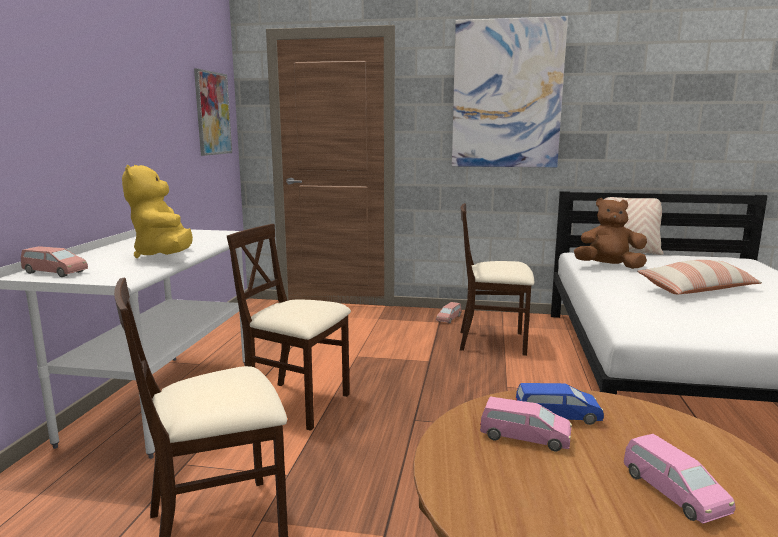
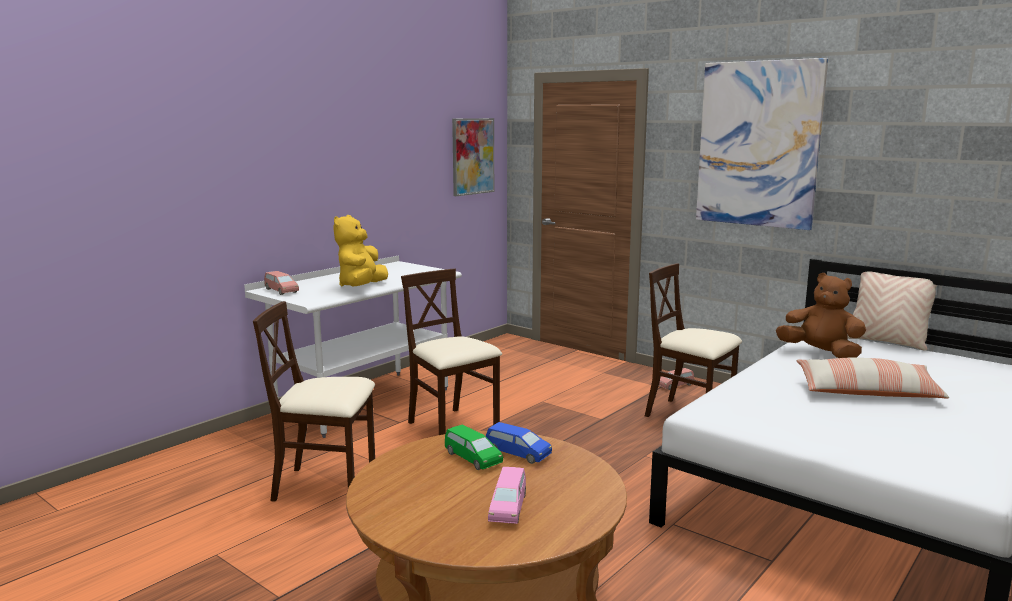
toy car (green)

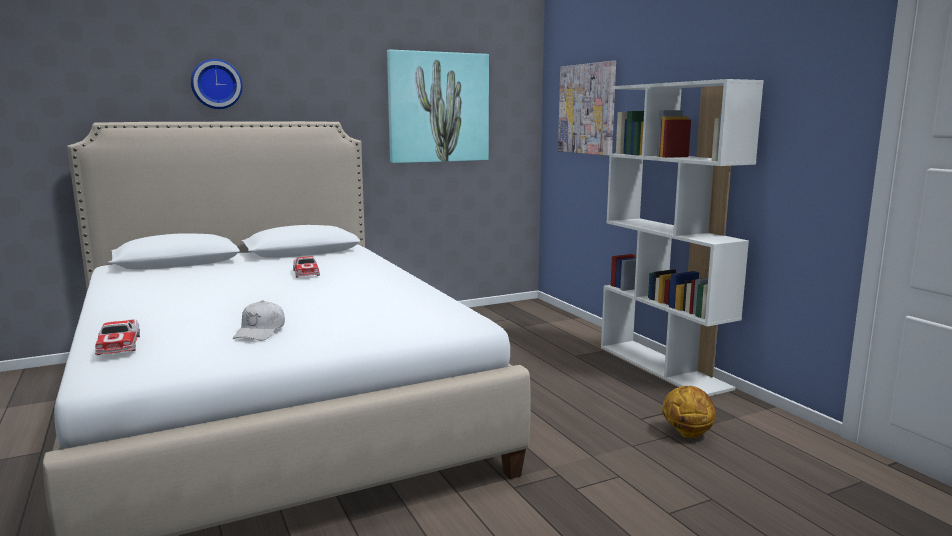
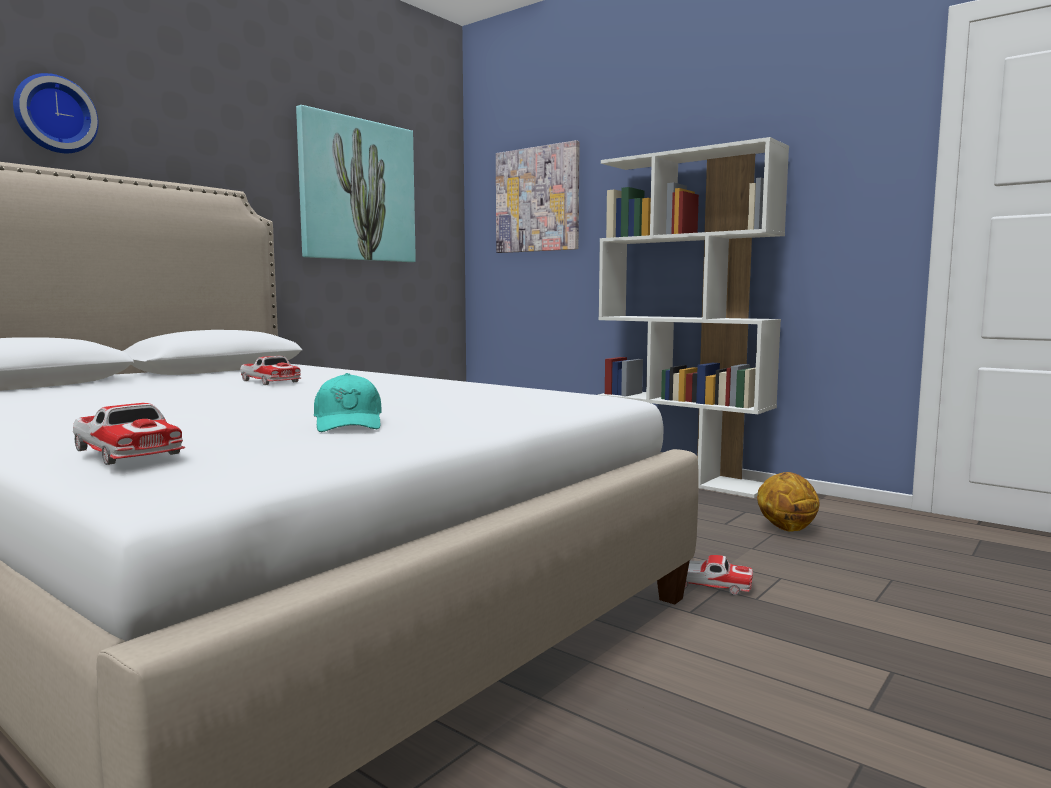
toy car (no. 3 from left)
cap (turquoise)

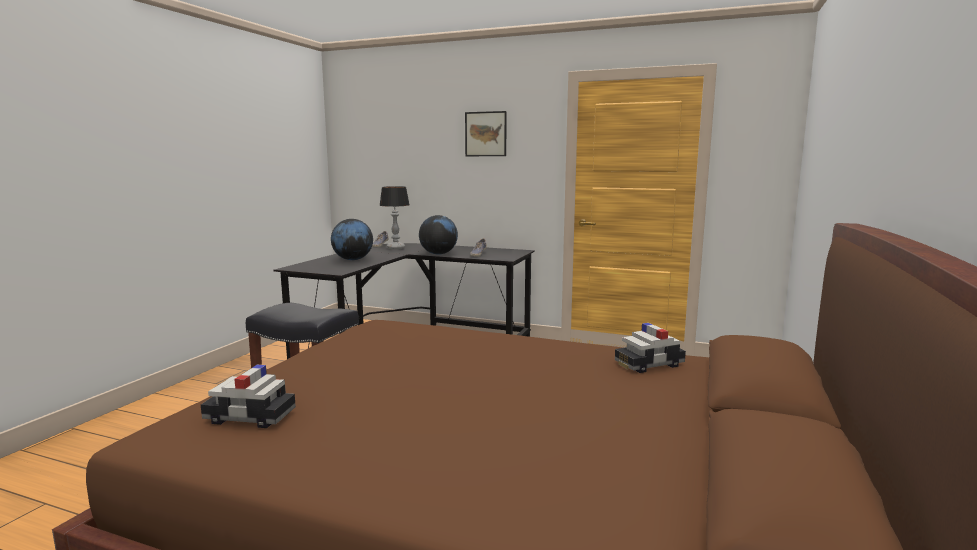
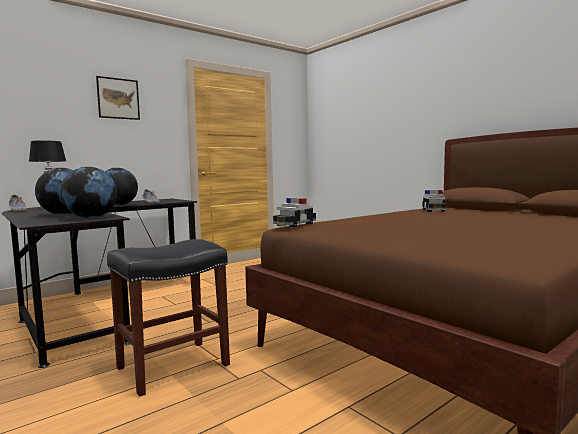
globe (no. 2 from left)
toy car (no. 1 from left)

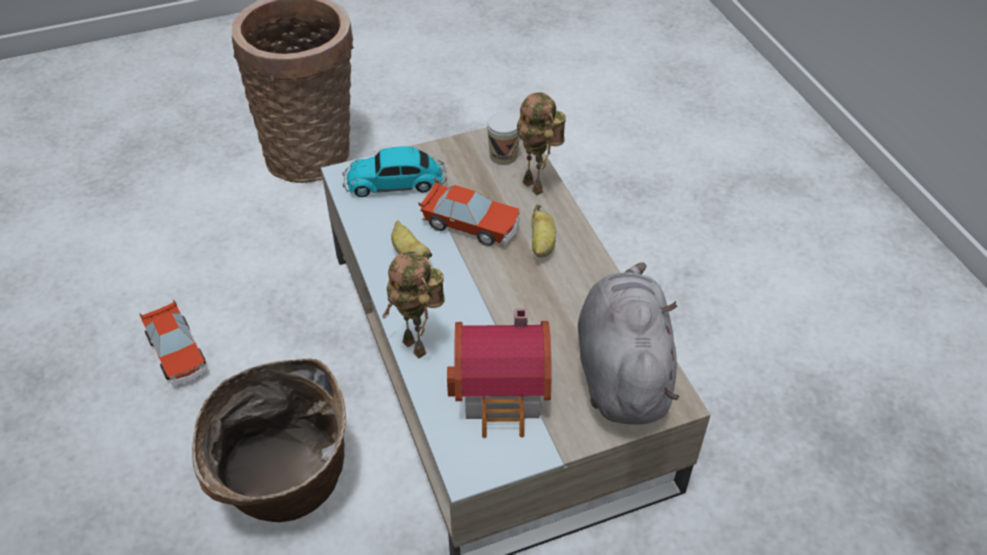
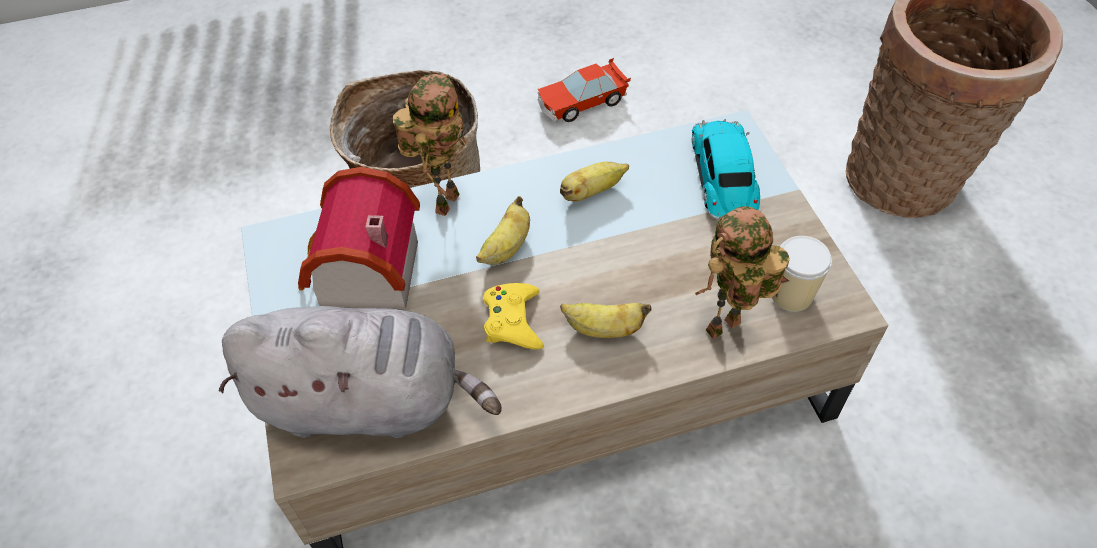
toy car (no. 3 from left in the first image)
banana (no. 1 from left)
game controller (yellow)
toy robot (no. 1 from left)

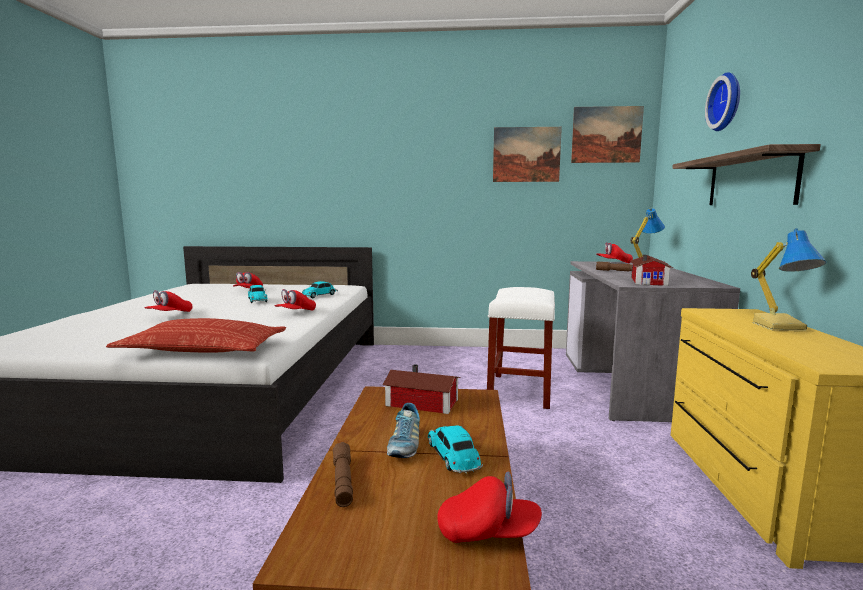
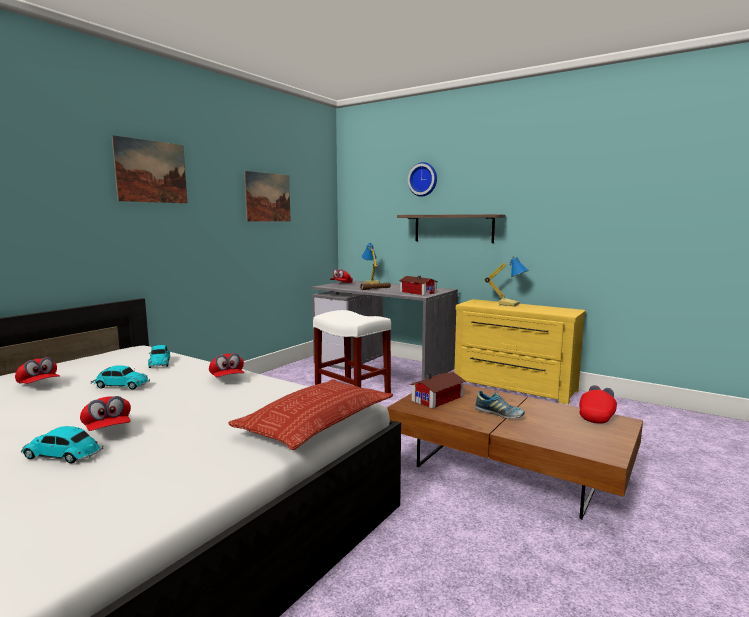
flashlight (brown) (no. 1 from left in the first image)
toy car (no. 1 from left)
picture (no. 1 from left)

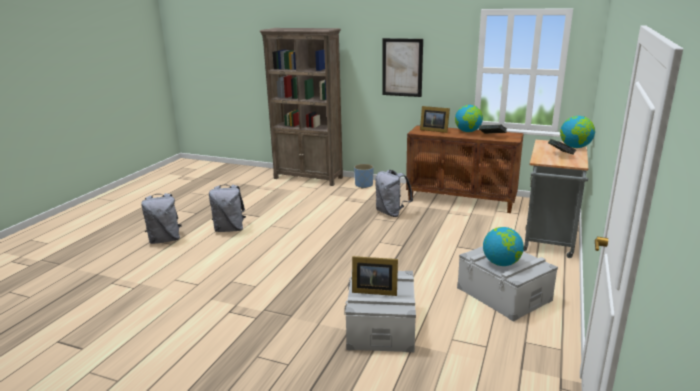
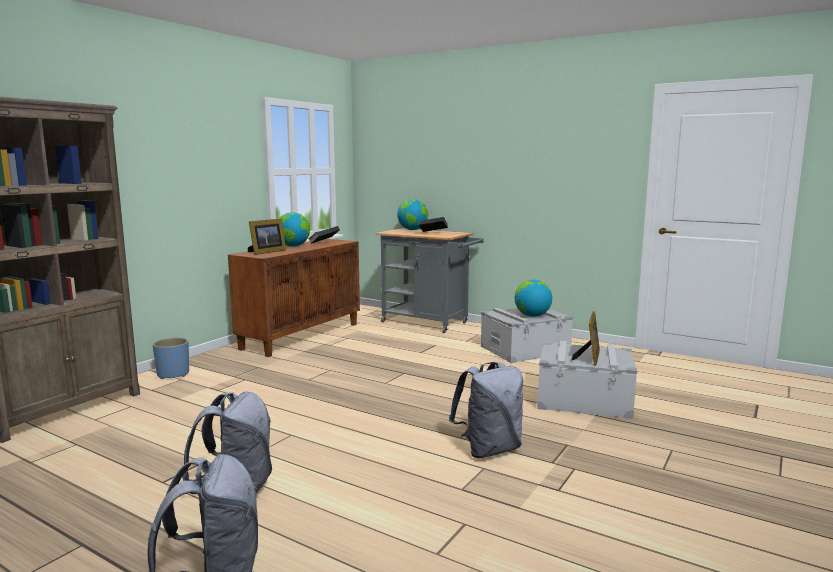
picture
backpack (grey) (no. 3 from left)

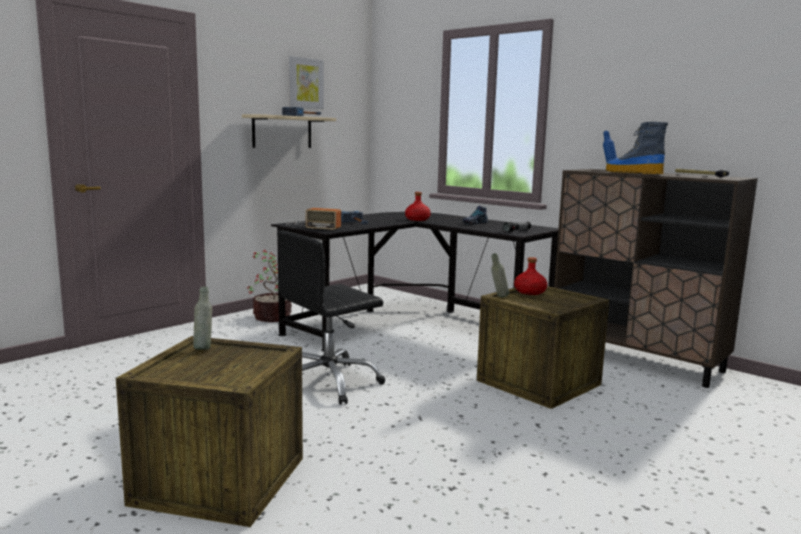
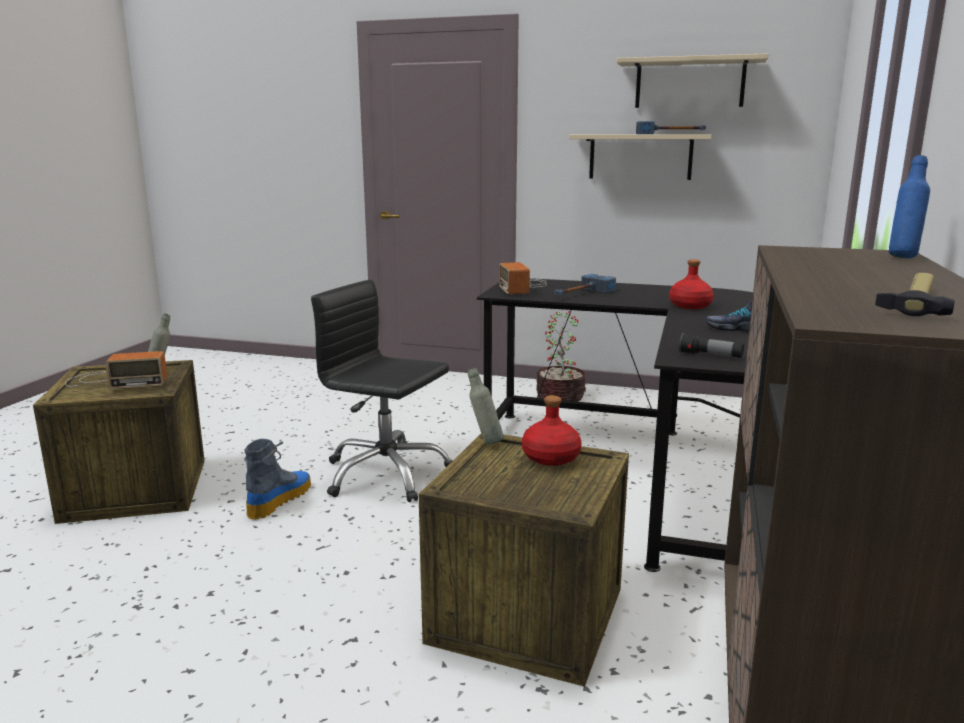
radio (no. 1 from left)
boot
shelf (beige) (no. 2 from left)

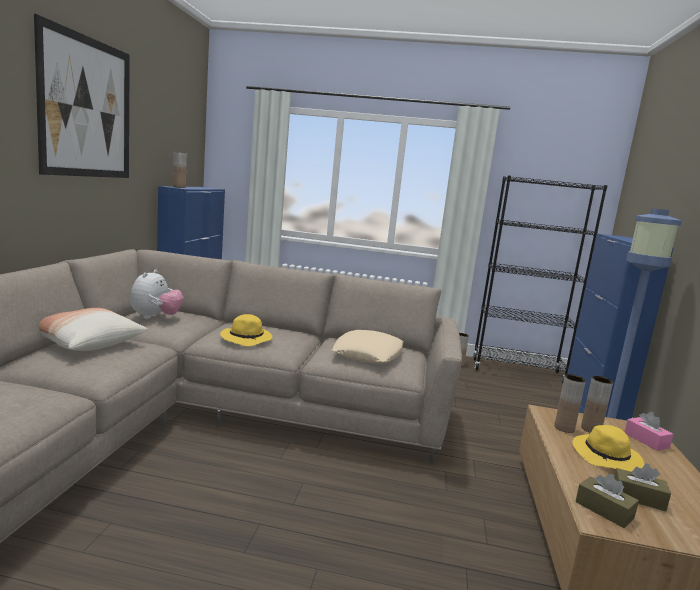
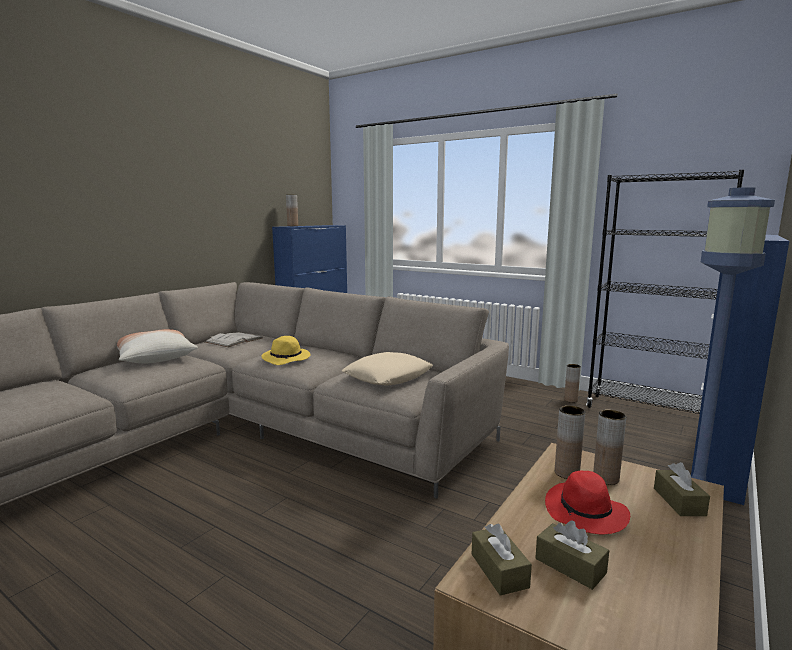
picture
book (white)
hat (red)
tissue box (brown) (no. 3 from left)

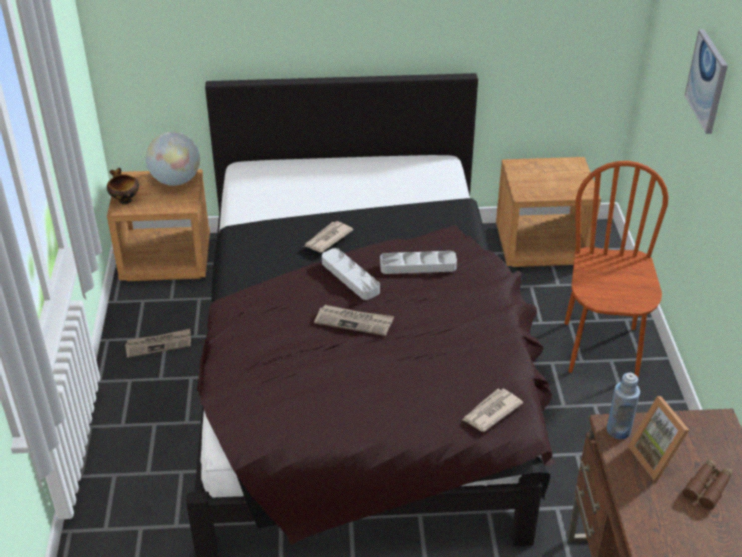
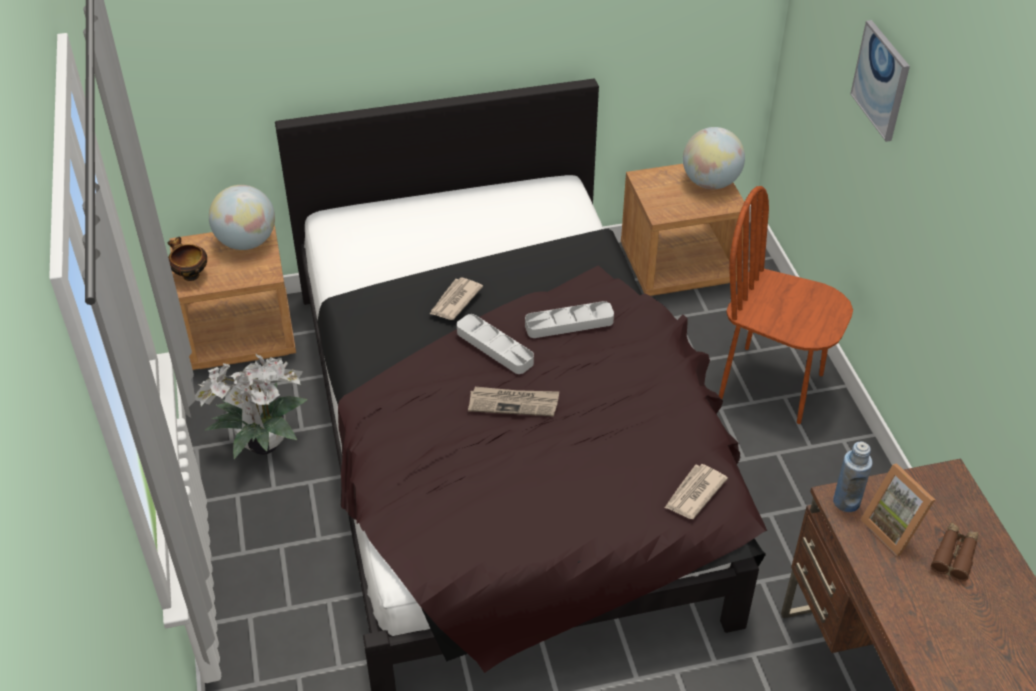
globe (no. 2 from left)
potted plant
chair (brown)

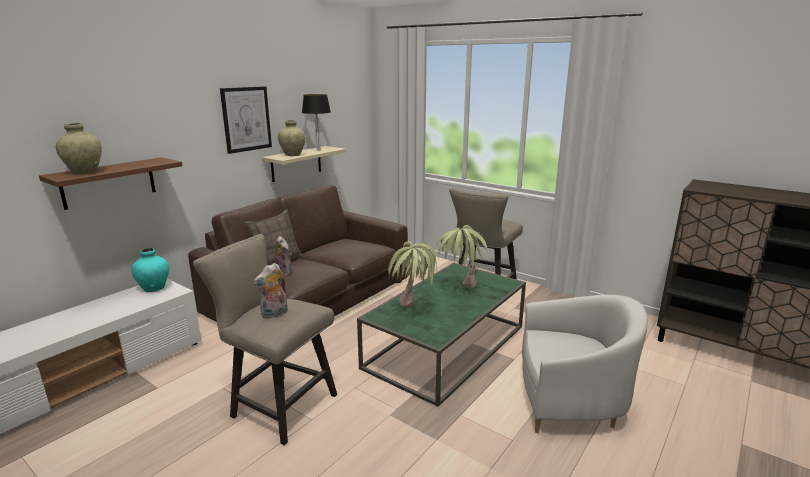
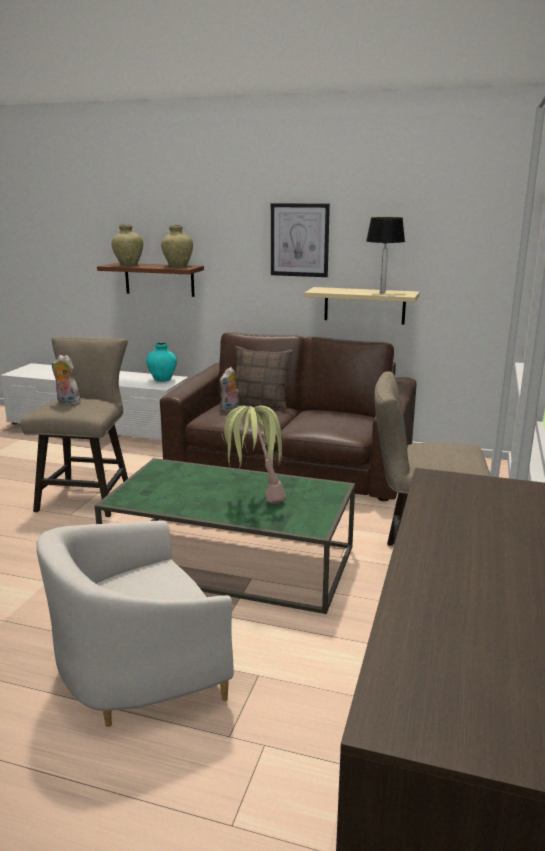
potted plant (no. 1 from left in the first image)
vase (beige) (no. 2 from left)
armchair (white)

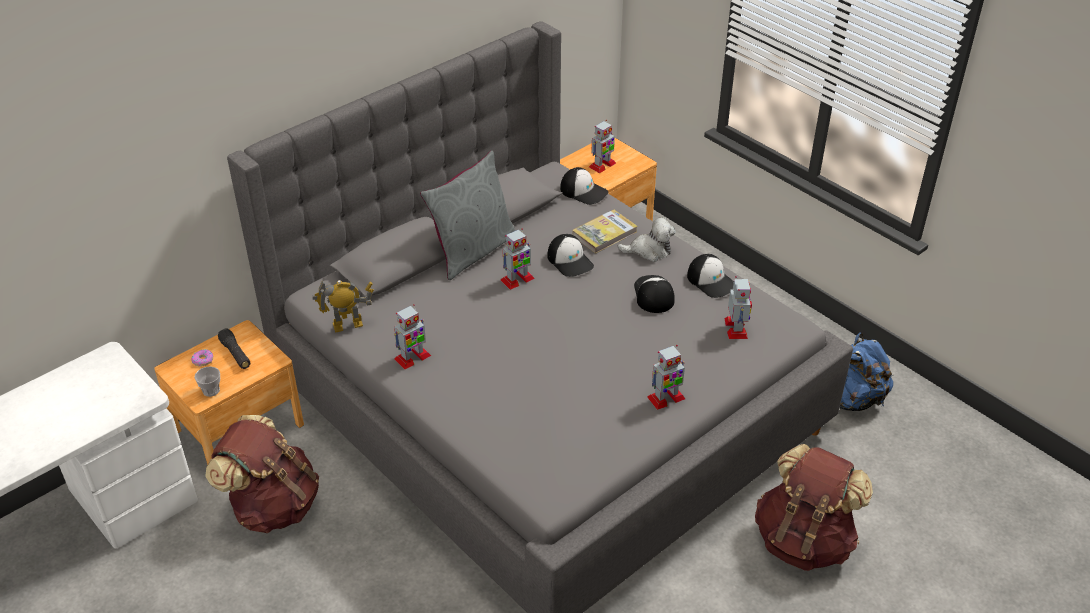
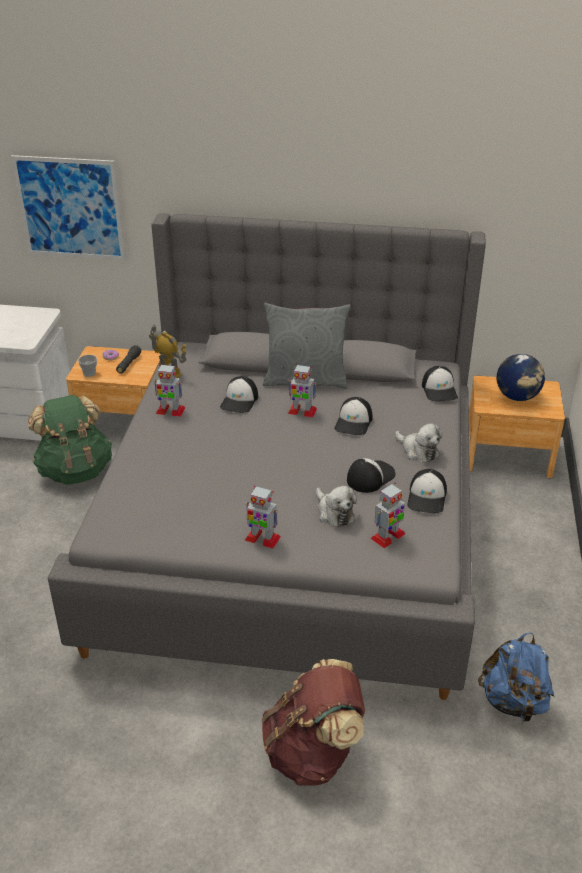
book
picture
cap (no. 1 from left)
plush toy (no. 1 from left)
globe
backpack (green)

